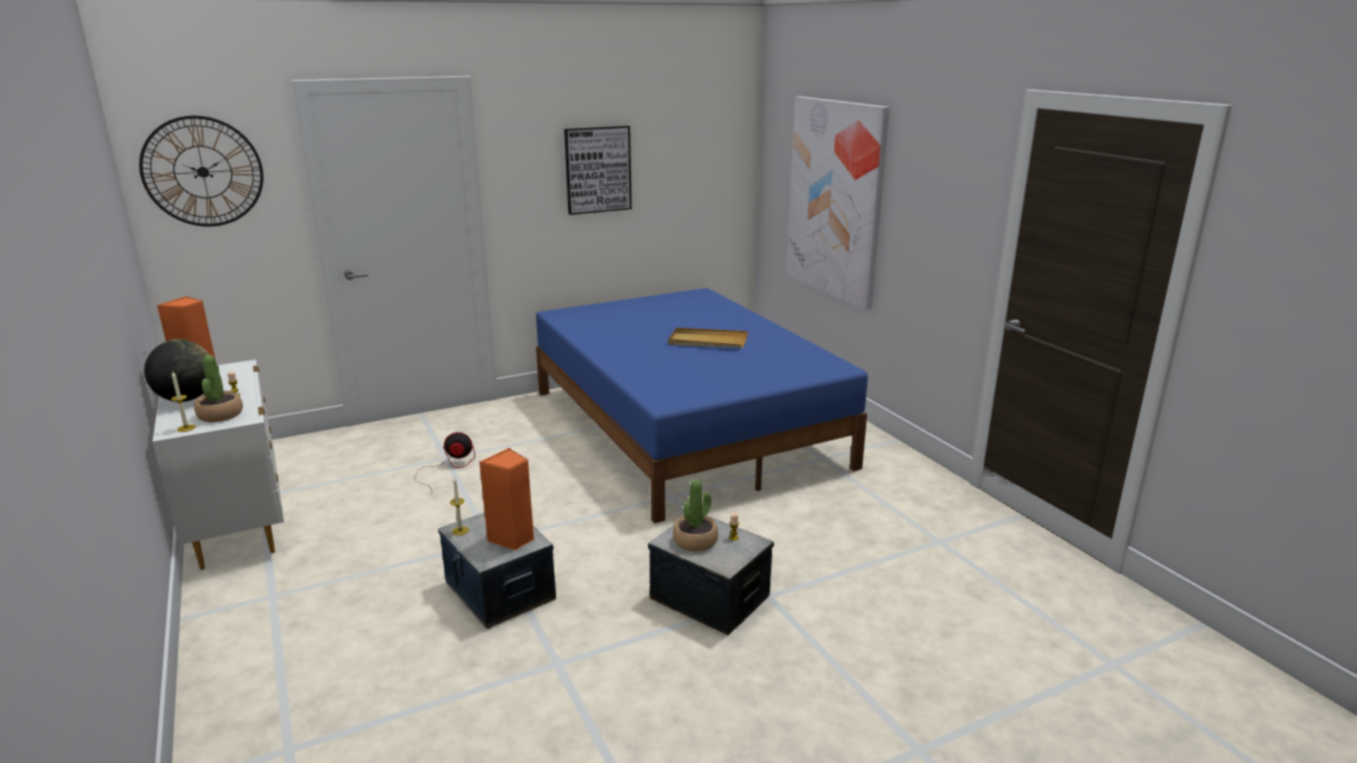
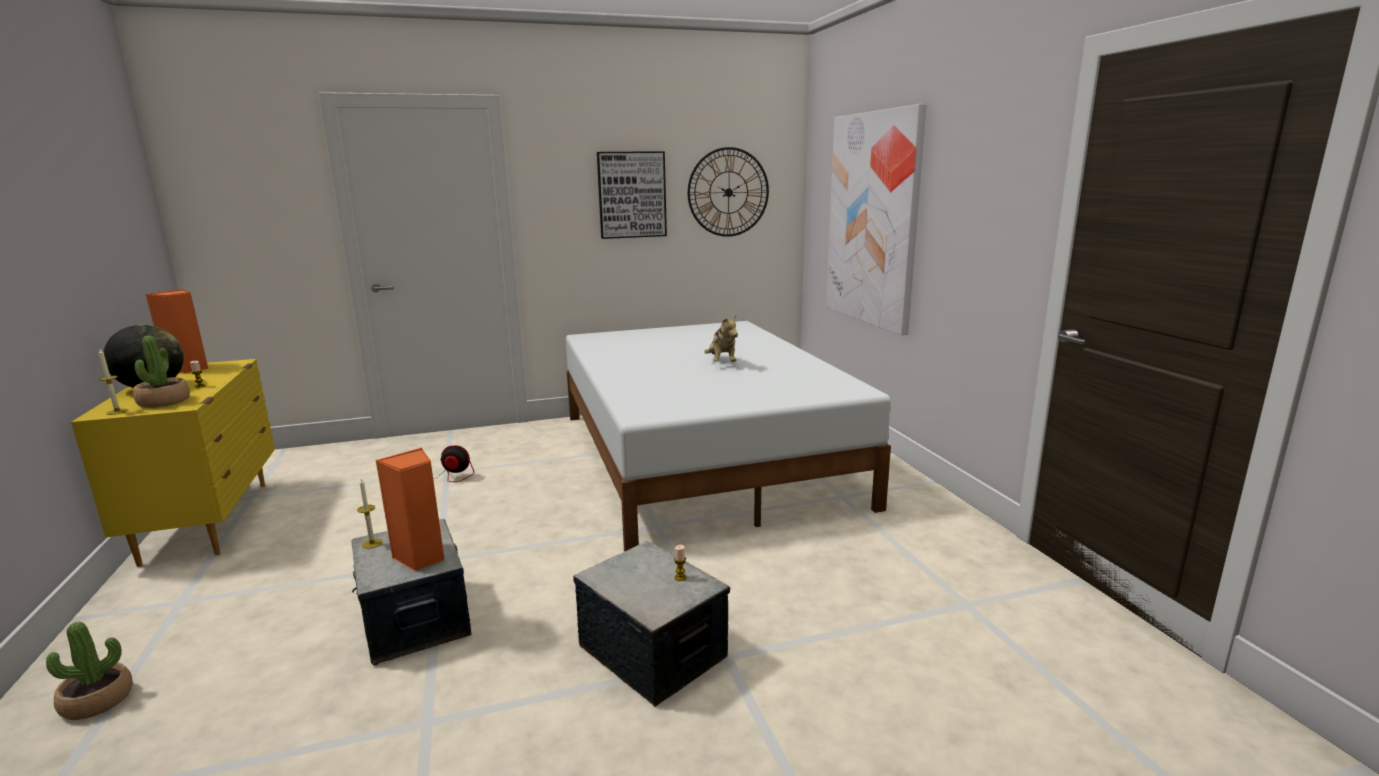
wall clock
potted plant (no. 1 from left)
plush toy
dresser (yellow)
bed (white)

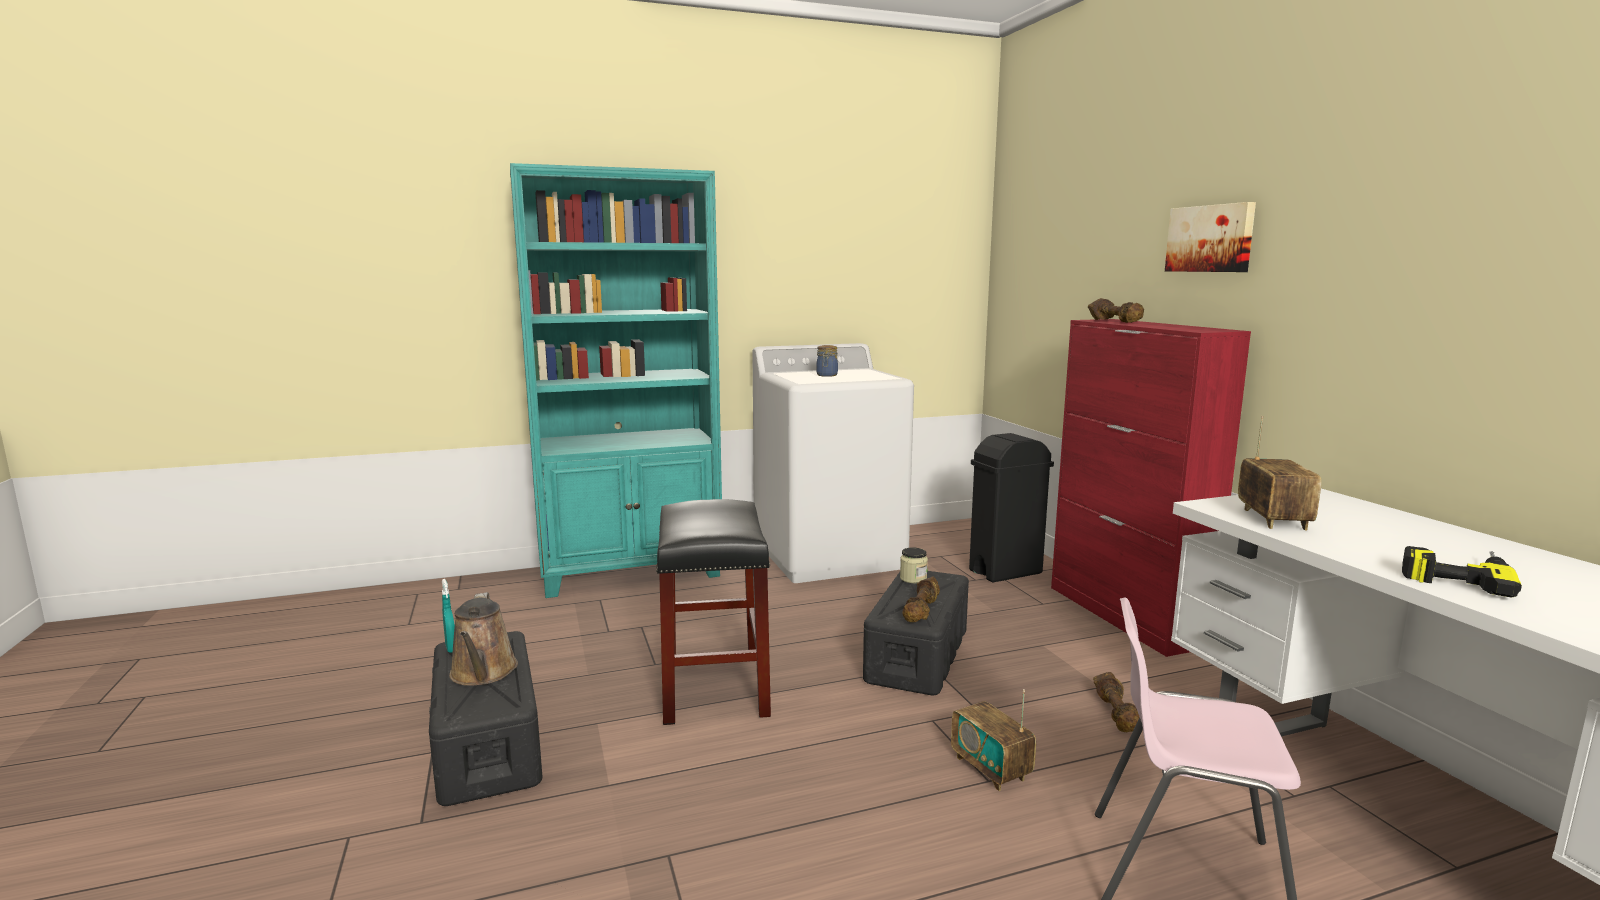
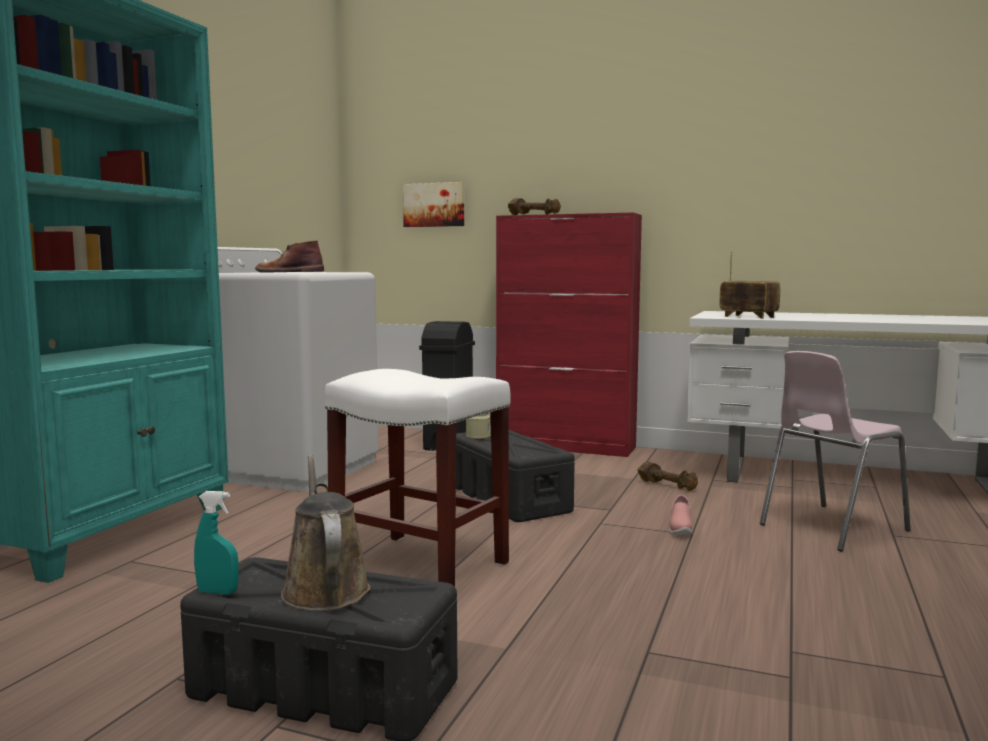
dumbbell (brown) (no. 1 from left in the first image)
power drill
picture
boot (brown)
shoe (pink)
stool (white)
watering can (brown)

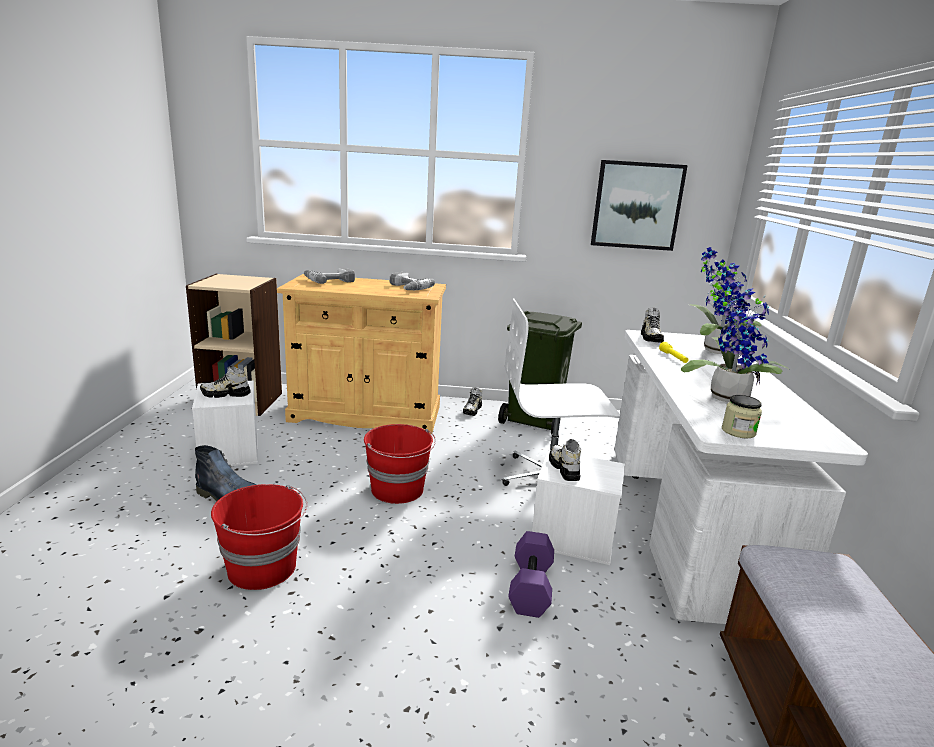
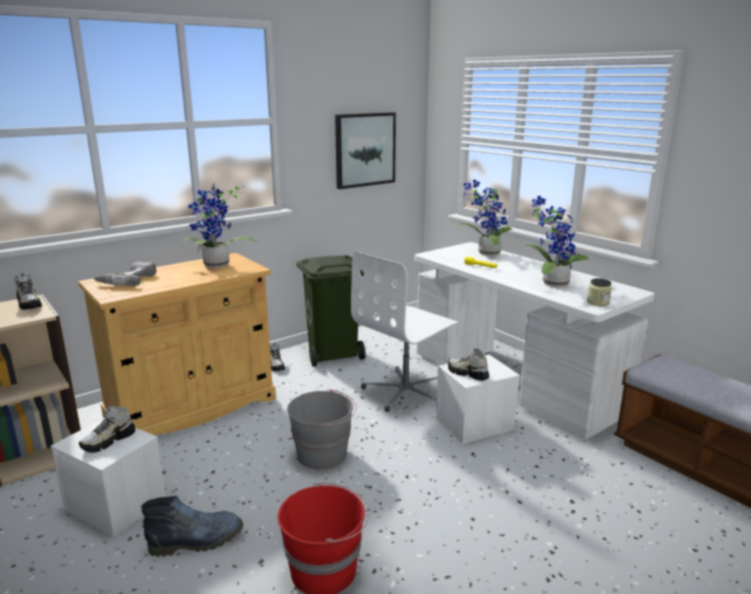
dumbbell (purple)
shoe (no. 1 from left)
potted plant (no. 1 from left)
bucket (grey)

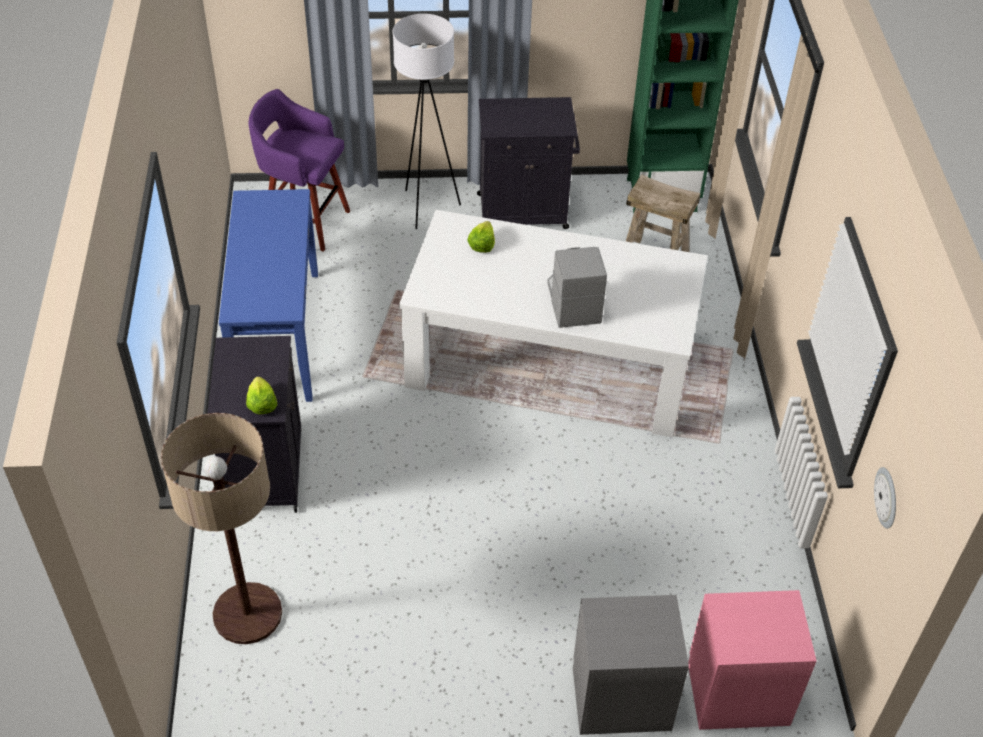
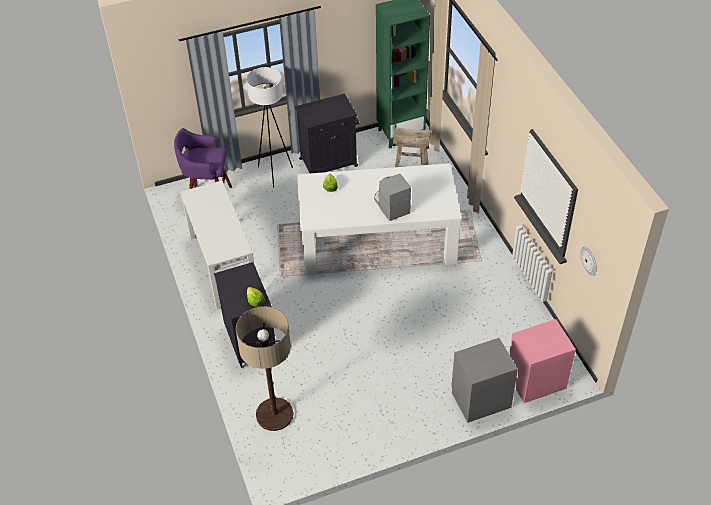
console table (white)

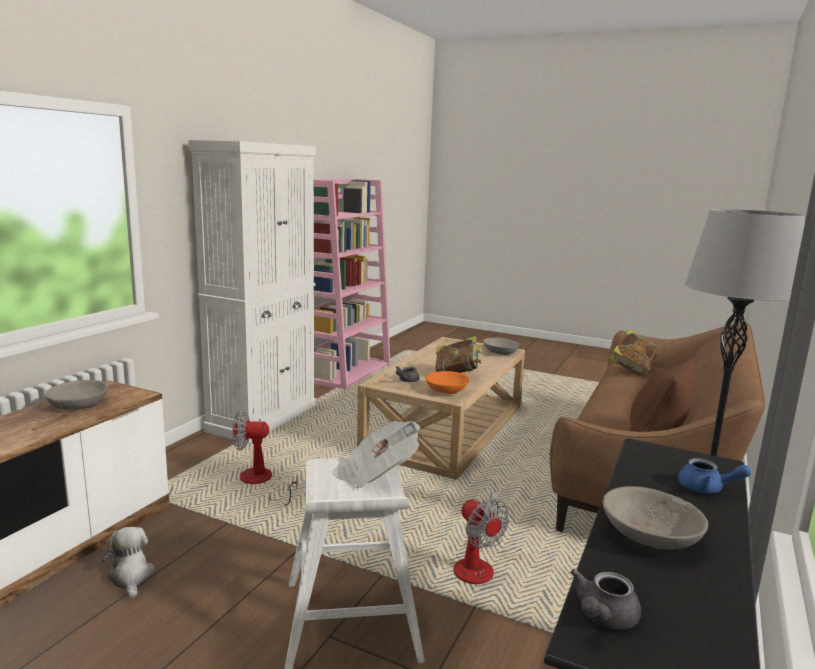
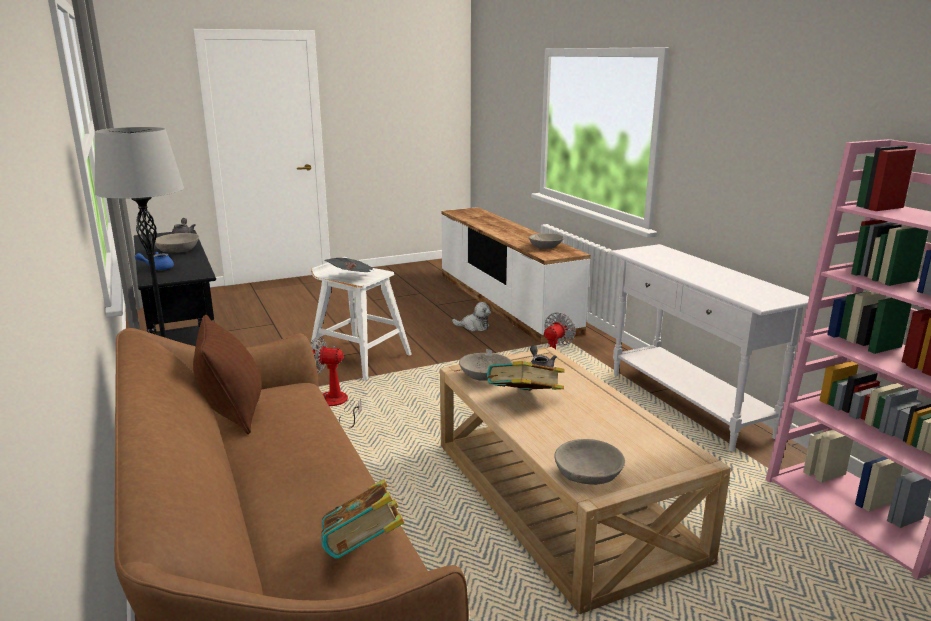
console table (white)
bowl (grey) (no. 2 from left)

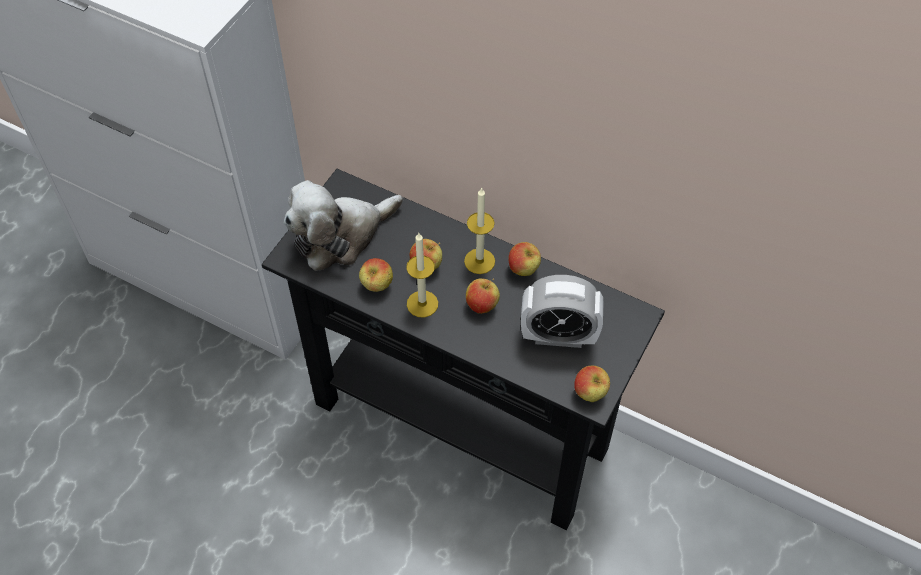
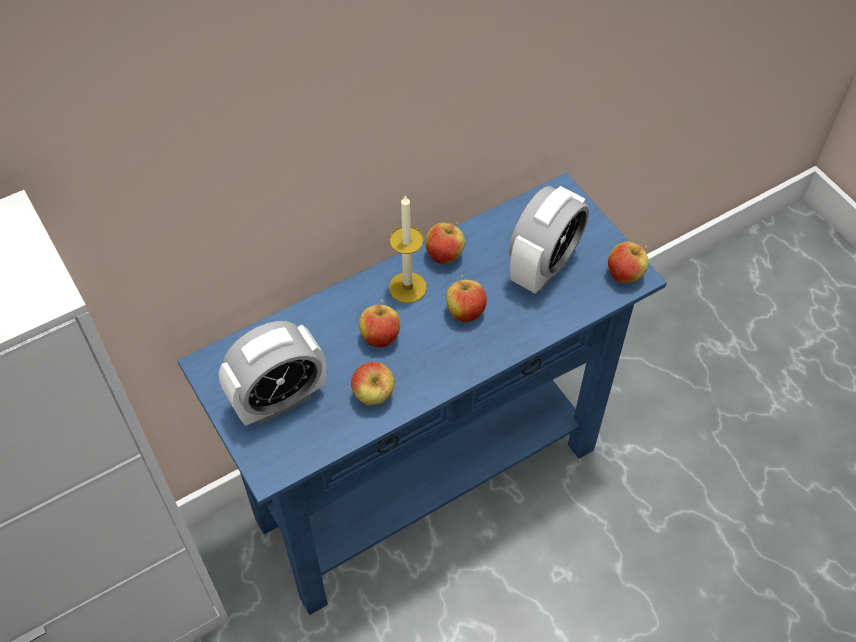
candle (no. 1 from left in the first image)
alarm clock (no. 1 from left)
console table (blue)

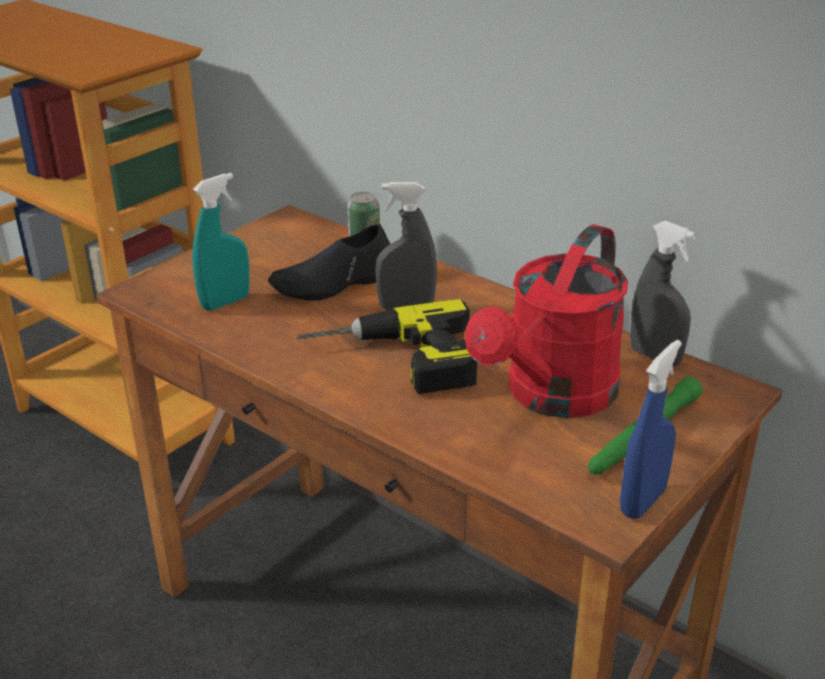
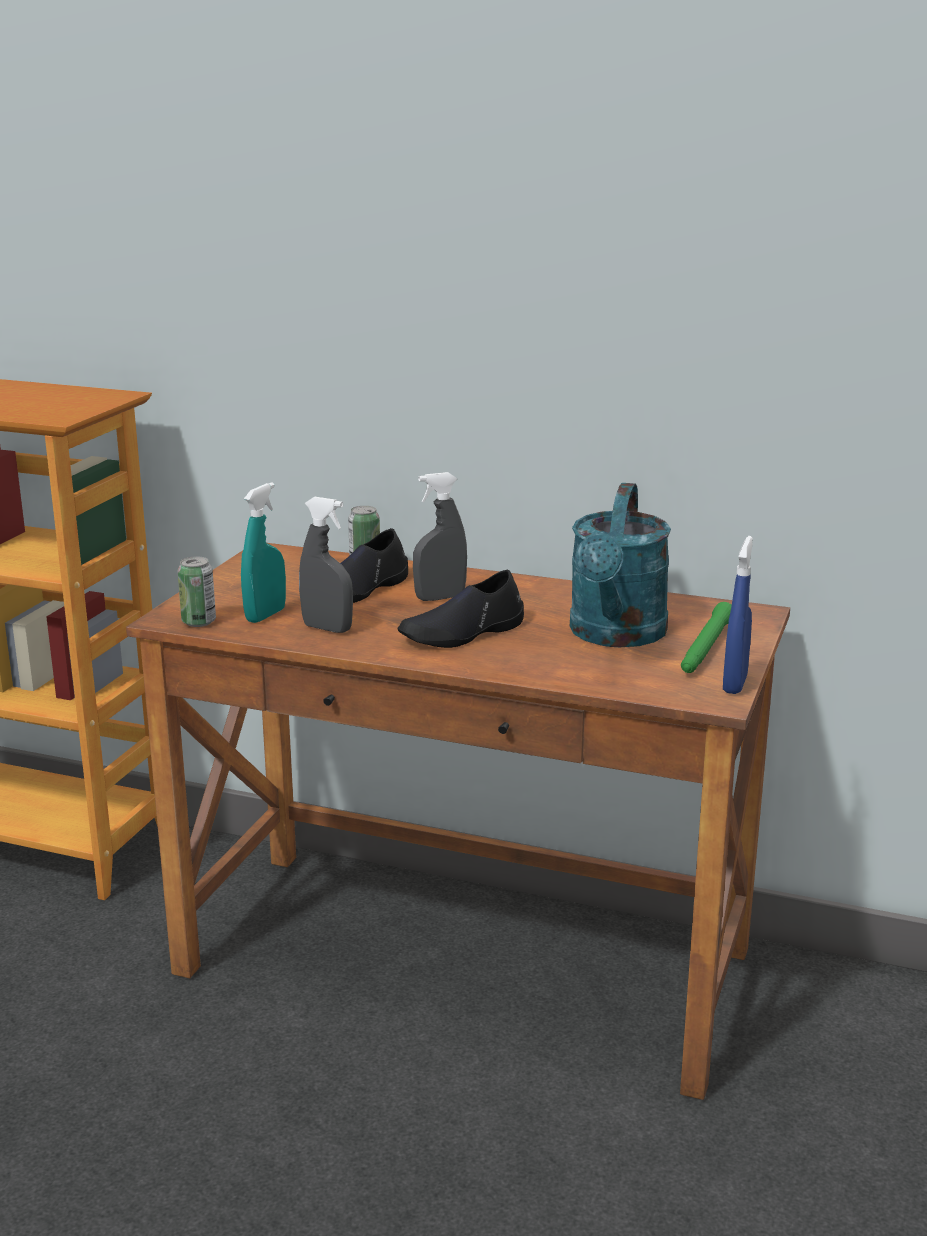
can (no. 1 from left)
spray bottle (grey) (no. 1 from left)
shoe (black) (no. 2 from left)
watering can (turquoise)

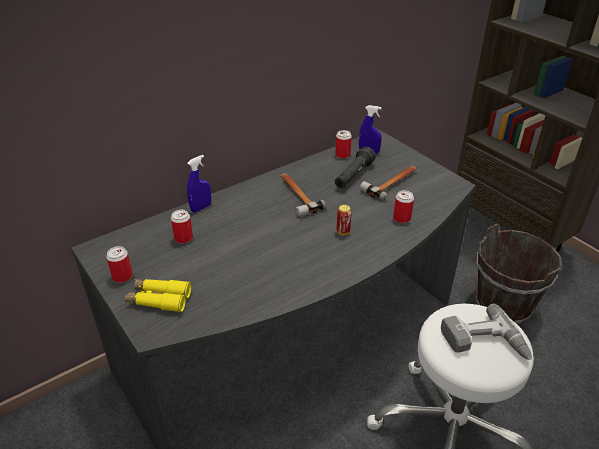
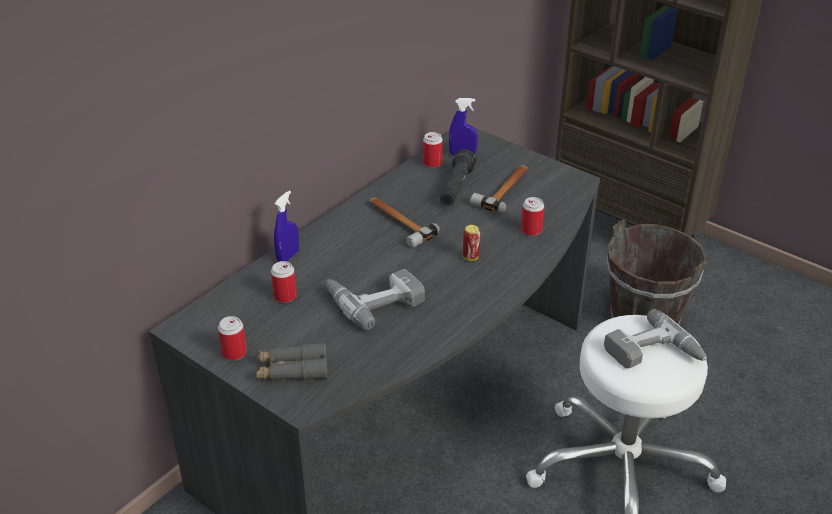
power drill (no. 1 from left)
binoculars (grey)

